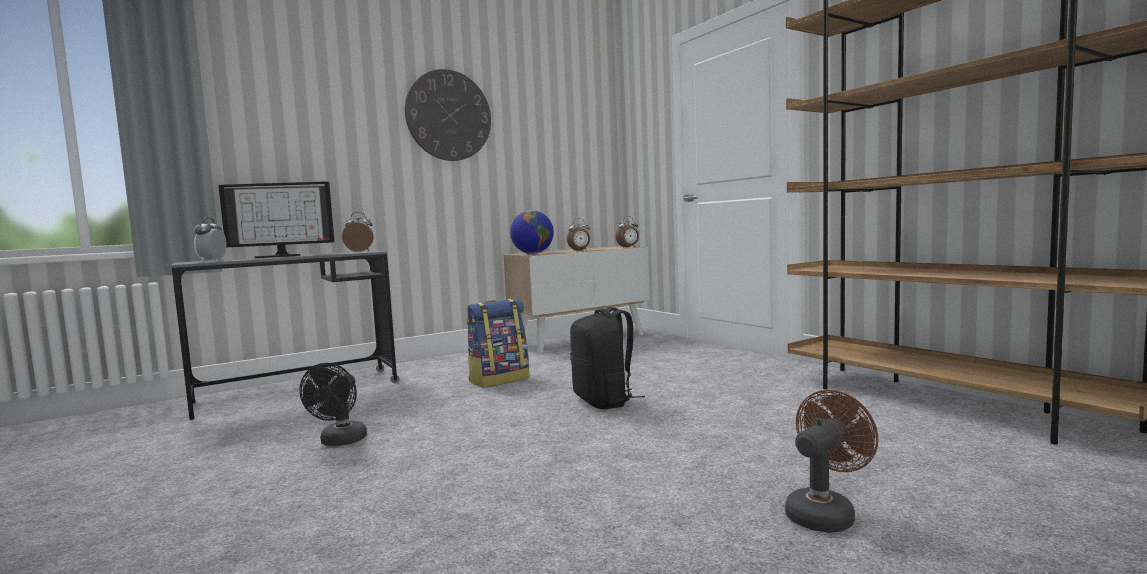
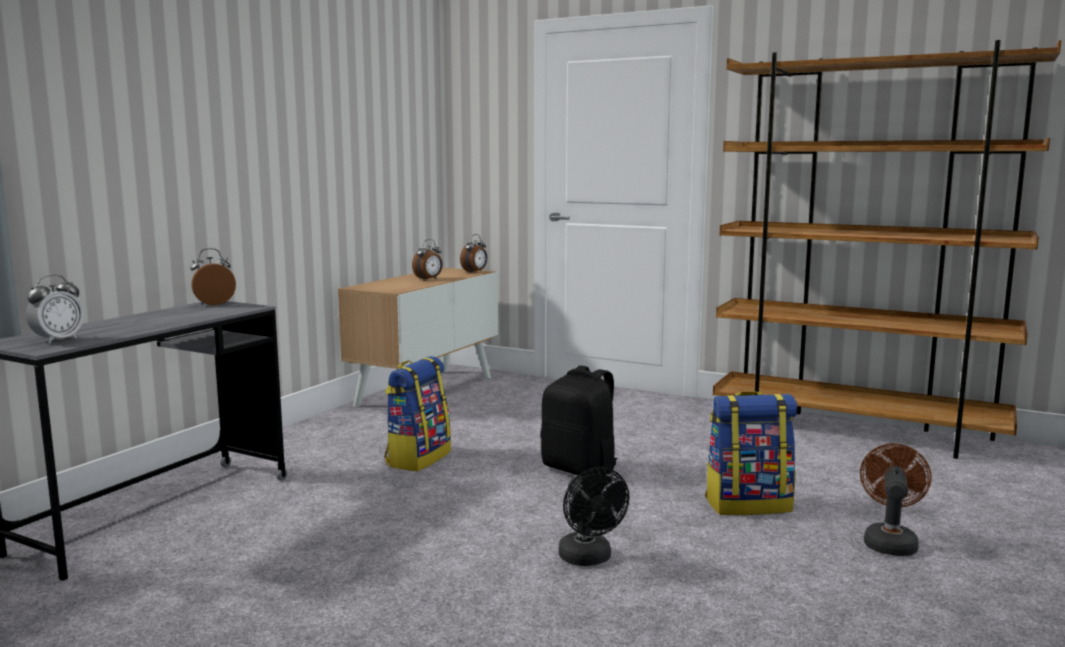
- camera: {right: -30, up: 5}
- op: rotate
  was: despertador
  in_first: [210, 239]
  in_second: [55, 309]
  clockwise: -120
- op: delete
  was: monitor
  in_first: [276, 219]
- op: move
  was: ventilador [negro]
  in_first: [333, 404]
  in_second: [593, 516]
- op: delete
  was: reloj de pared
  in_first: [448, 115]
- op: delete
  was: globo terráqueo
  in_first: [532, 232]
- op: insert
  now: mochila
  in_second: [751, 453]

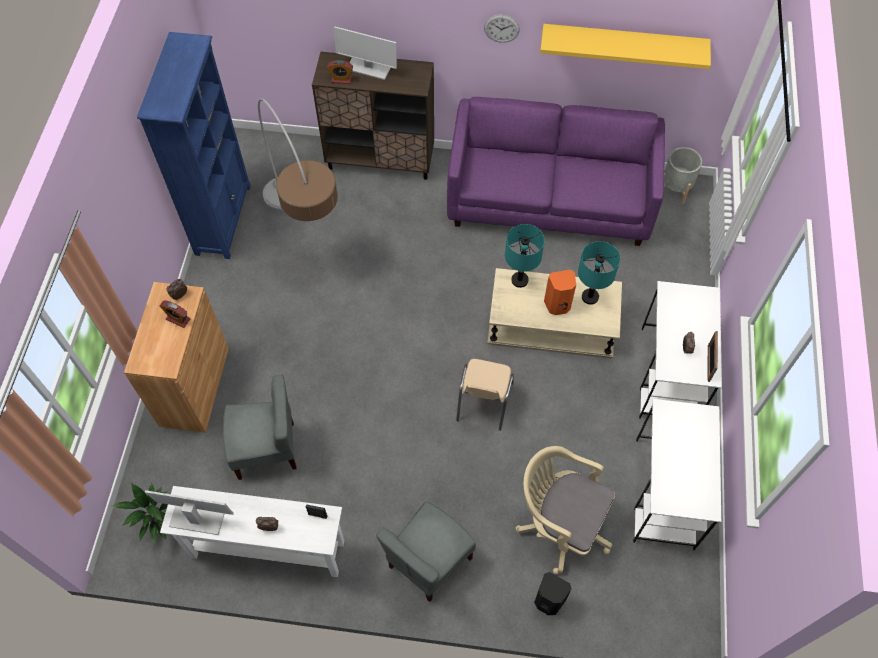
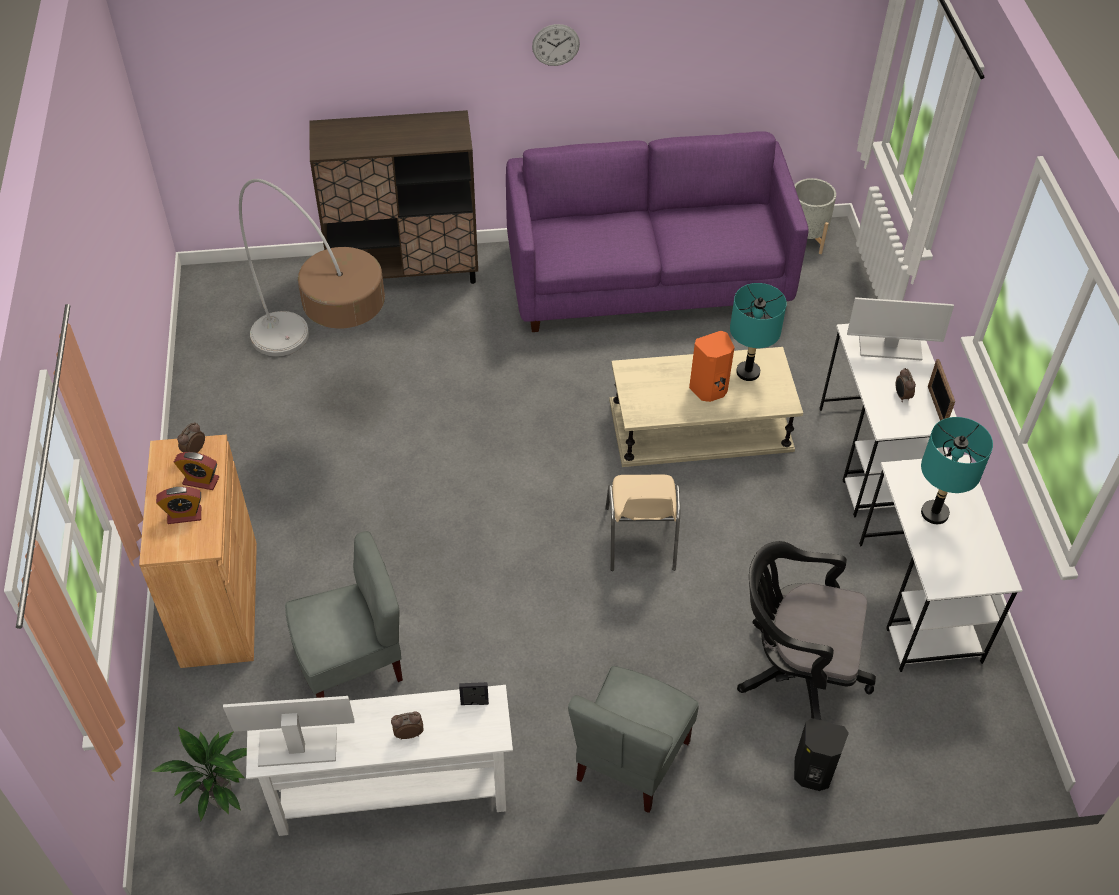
- camera: {right: -15, up: -10}
- op: delete
  was: estantería [azul]
  in_first: [194, 145]
- op: move
  was: despertador
  in_first: [340, 72]
  in_second: [178, 505]
- op: move
  was: monitor
  in_first: [365, 53]
  in_second: [900, 328]
- op: move
  was: lámpara de mesa [turquesa]
  in_first: [525, 256]
  in_second: [957, 470]
- op: recolor
  was: silla de oficina [beis]
  now: silla de oficina [negro]
  in_first: [565, 510]
  in_second: [806, 630]
- op: delete
  was: estante [amarillo]
  in_first: [625, 46]

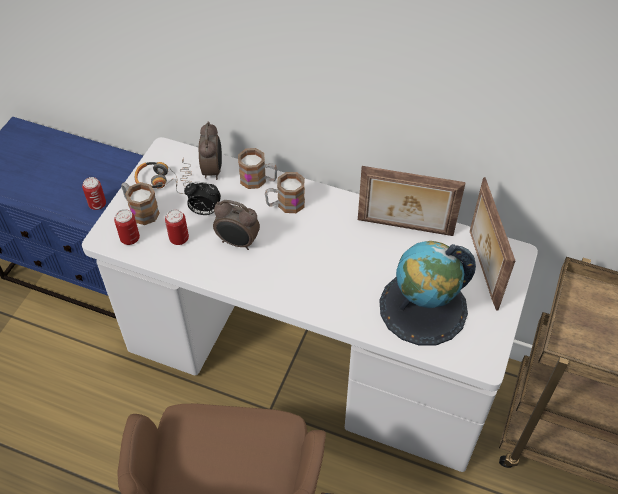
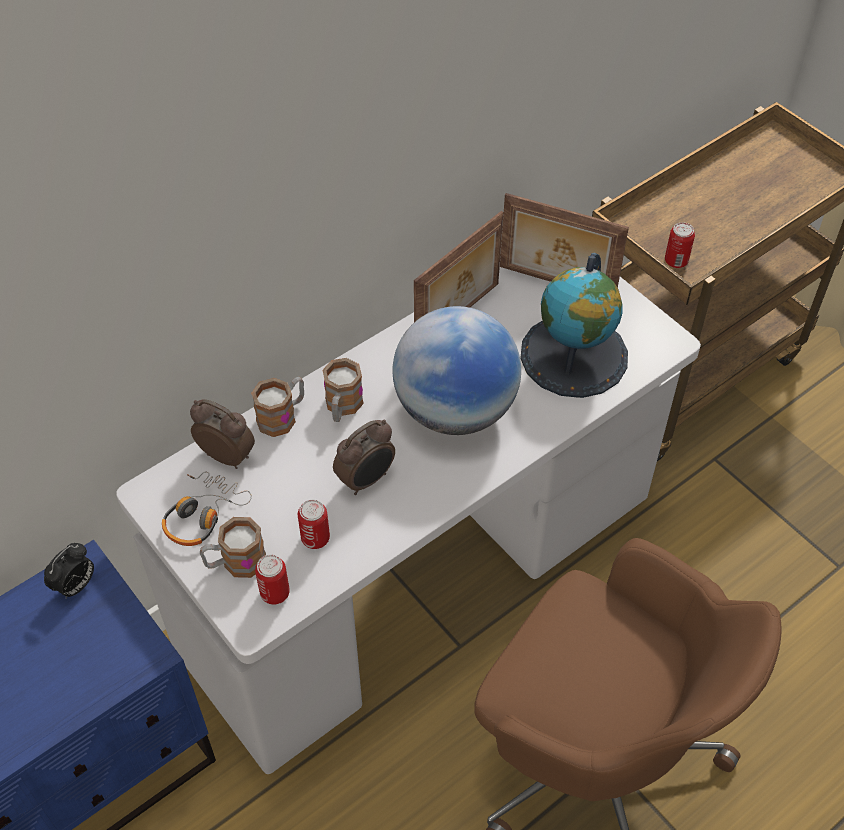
- camera: {right: -60, up: 0}
- op: move
  was: lata
  in_first: [94, 193]
  in_second: [680, 245]
- op: move
  was: despertador
  in_first: [202, 198]
  in_second: [69, 570]
- op: insert
  now: globo terráqueo
  in_second: [457, 370]

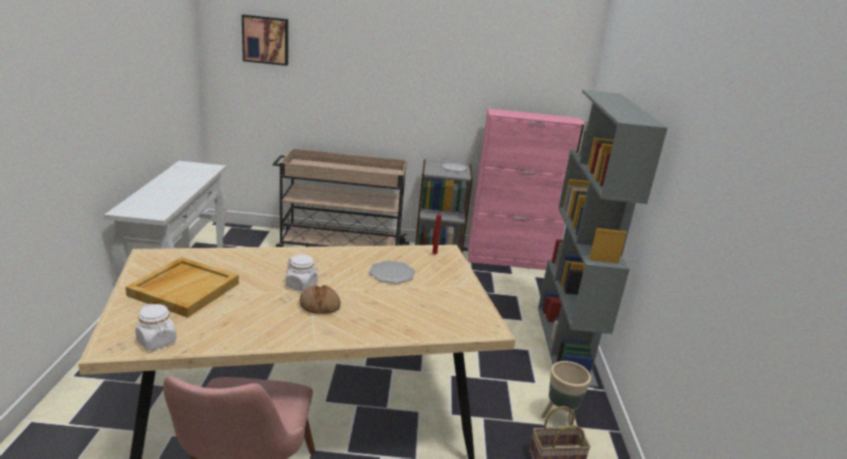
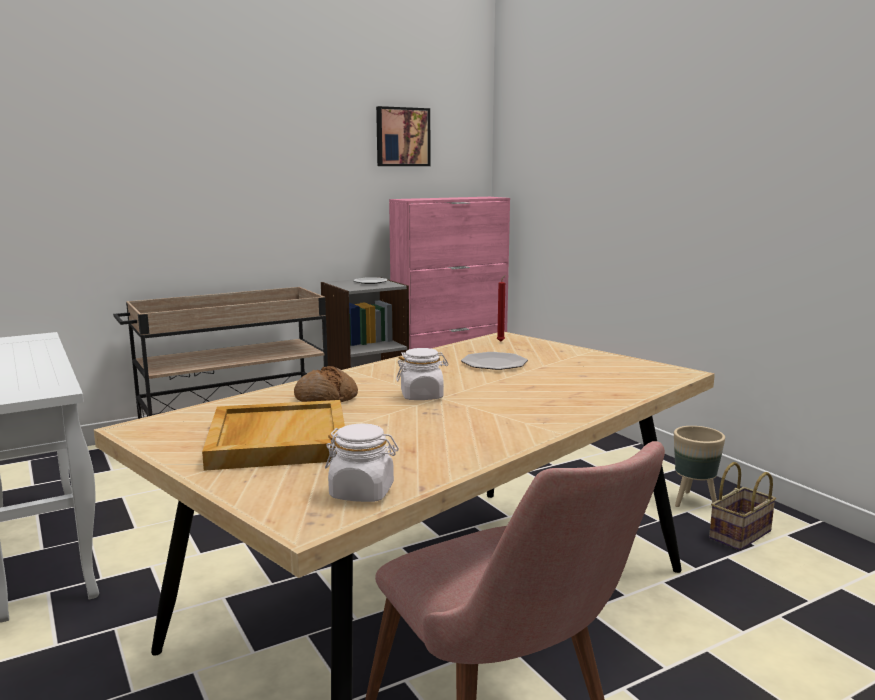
- camera: {right: -30, up: -10}
- op: move
  was: cuadro
  in_first: [265, 40]
  in_second: [403, 136]
- op: move
  was: pan
  in_first: [320, 299]
  in_second: [326, 384]
- op: delete
  was: estantería [gris]
  in_first: [603, 239]

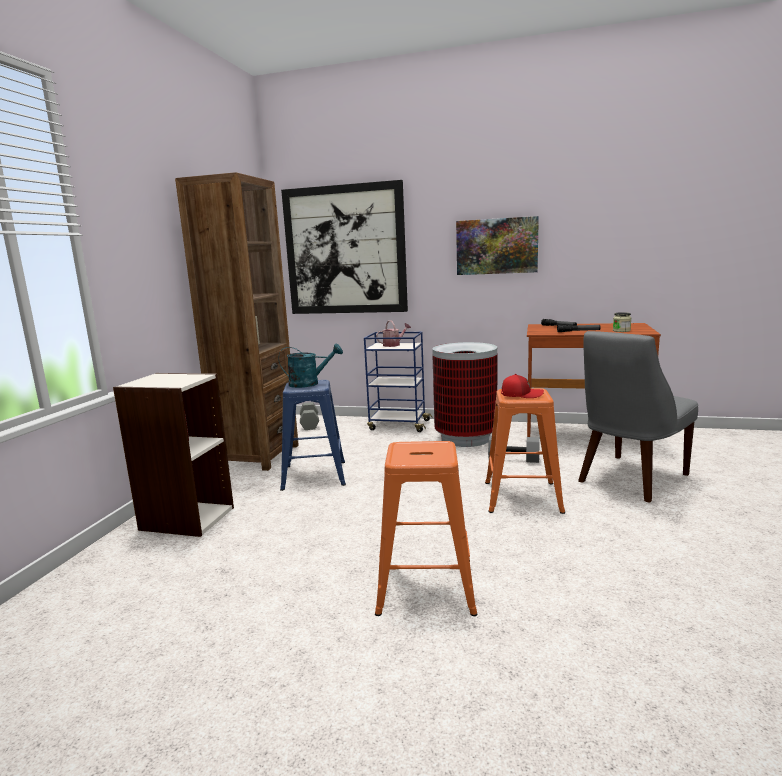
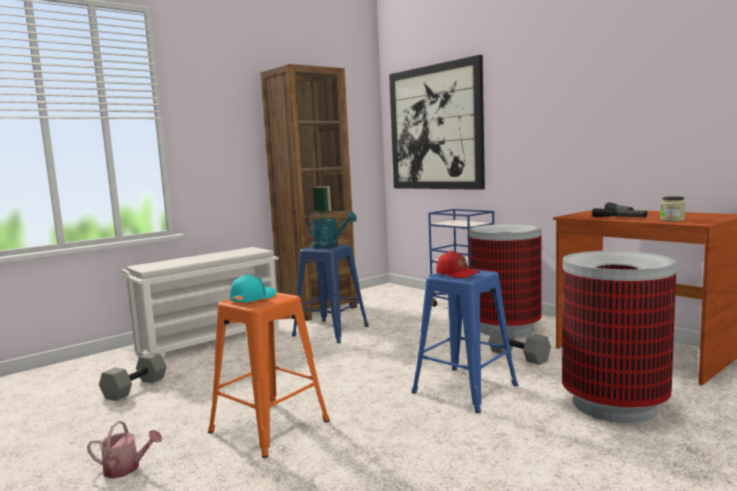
- camera: {right: 35, up: -5}
- op: replace
  was: estantería
  now: zapatero [blanco]
  in_first: [173, 455]
  in_second: [200, 302]
- op: move
  was: mancuerna [gris]
  in_first: [309, 416]
  in_second: [133, 376]
- op: move
  was: regadera
  in_first: [393, 333]
  in_second: [124, 449]
- op: delete
  was: cuadro
  in_first: [497, 245]
- op: recolor
  was: taburete [naranja]
  now: taburete [azul]
  in_first: [525, 451]
  in_second: [464, 341]
- op: replace
  was: silla [gris]
  now: papelera
  in_first: [638, 416]
  in_second: [619, 337]
- op: insert
  now: gorra [turquesa]
  in_second: [253, 288]

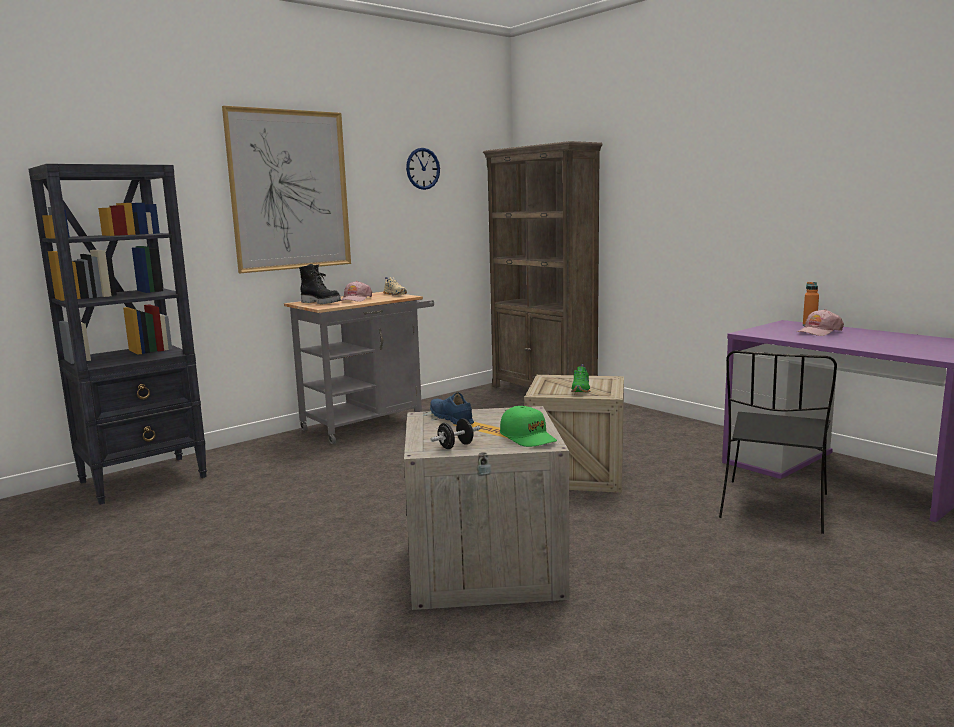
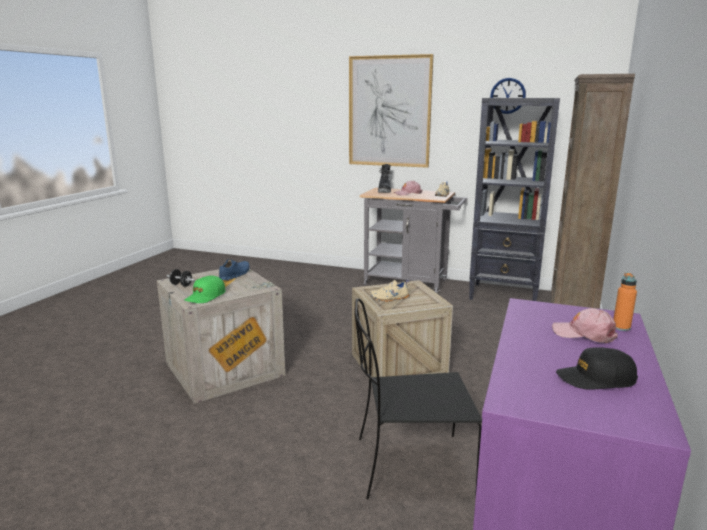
- camera: {right: 60, up: 5}
- op: move
  was: estantería [negro]
  in_first: [118, 334]
  in_second: [514, 199]
- op: recolor
  was: zapato [verde]
  now: zapato [beis]
  in_first: [580, 378]
  in_second: [389, 291]
- op: insert
  now: gorra [negro]
  in_second: [597, 369]

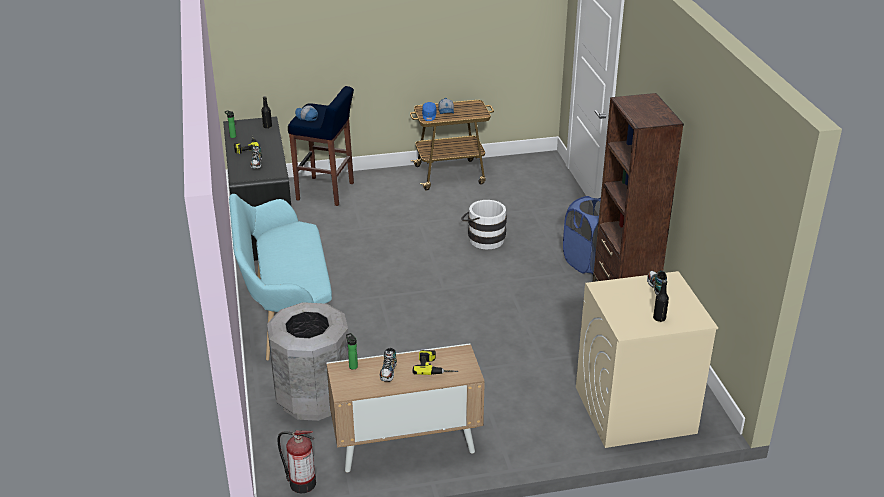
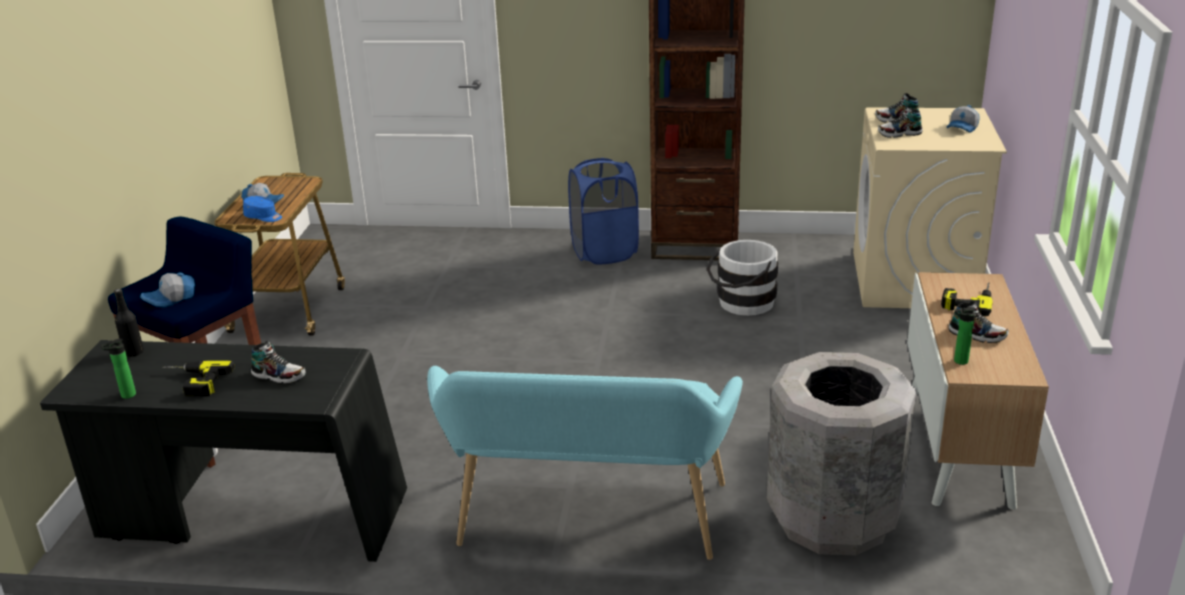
- camera: {right: -70, up: -5}
- op: delete
  was: extintor
  in_first: [297, 461]
- op: move
  was: cubo [blanco]
  in_first: [484, 224]
  in_second: [742, 278]
- op: replace
  was: botella [negro]
  now: gorra
  in_first: [661, 301]
  in_second: [963, 119]
- op: insert
  now: zapato
  in_second: [900, 122]

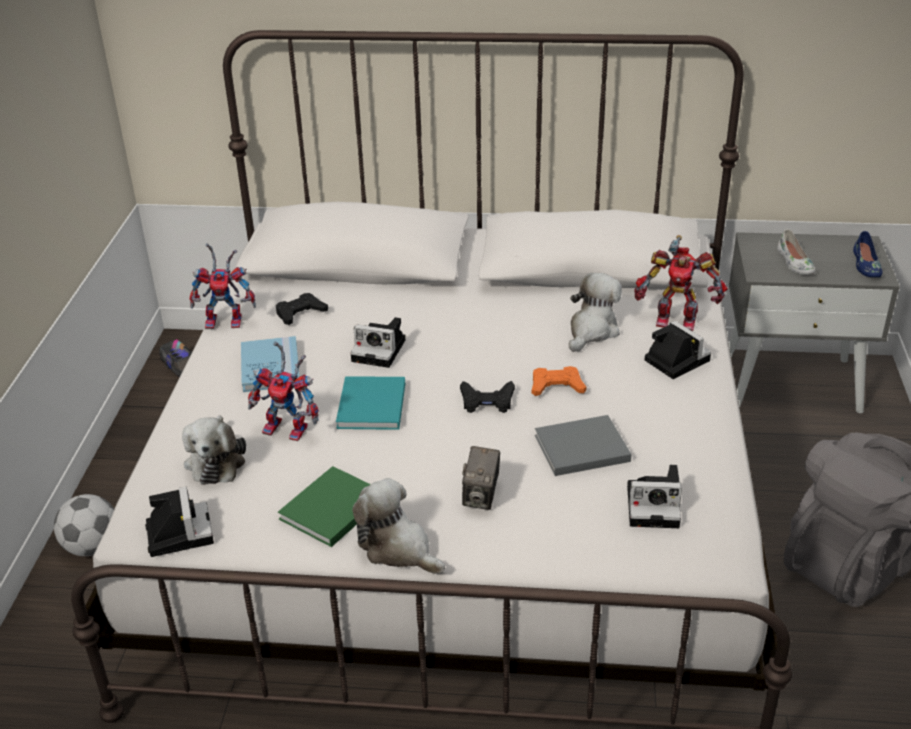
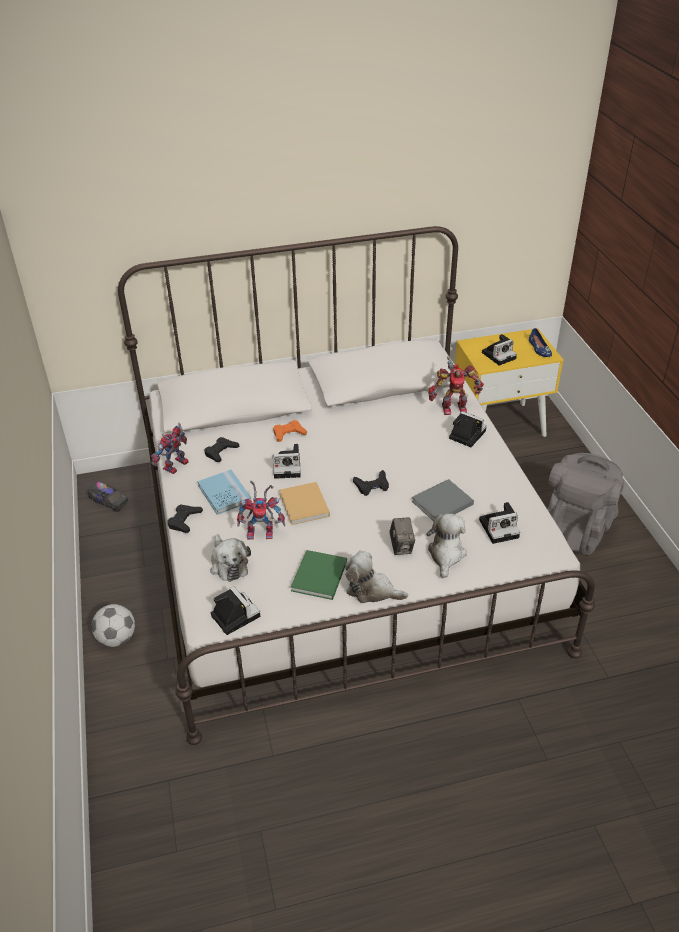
- camera: {right: -20, up: 5}
- op: rotate
  was: robot de juguete
  in_first: [223, 286]
  in_second: [170, 448]
  clockwise: 150
- op: recolor
  was: libro [turquesa]
  now: libro [beis]
  in_first: [370, 403]
  in_second: [304, 503]
- op: move
  was: mando de consola [naranja]
  in_first: [559, 381]
  in_second: [290, 431]
- op: move
  was: peluche
  in_first: [595, 312]
  in_second: [446, 545]
- op: recolor
  was: mesita de noche [gris]
  now: mesita de noche [amarillo]
  in_first: [814, 322]
  in_second: [509, 382]
- op: replace
  was: zapato [blanco]
  now: cámara
  in_first: [796, 252]
  in_second: [499, 350]
- op: insert
  now: mando de consola [negro]
  in_second: [185, 518]

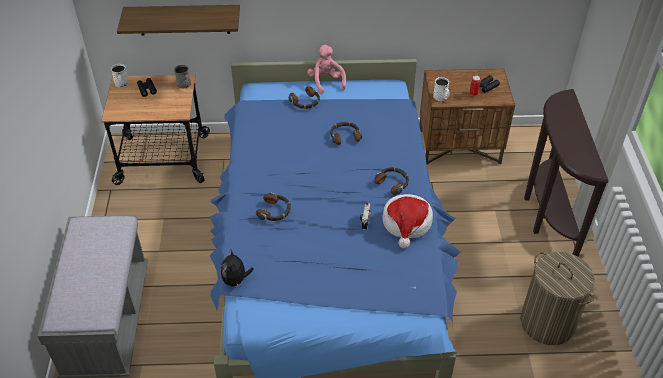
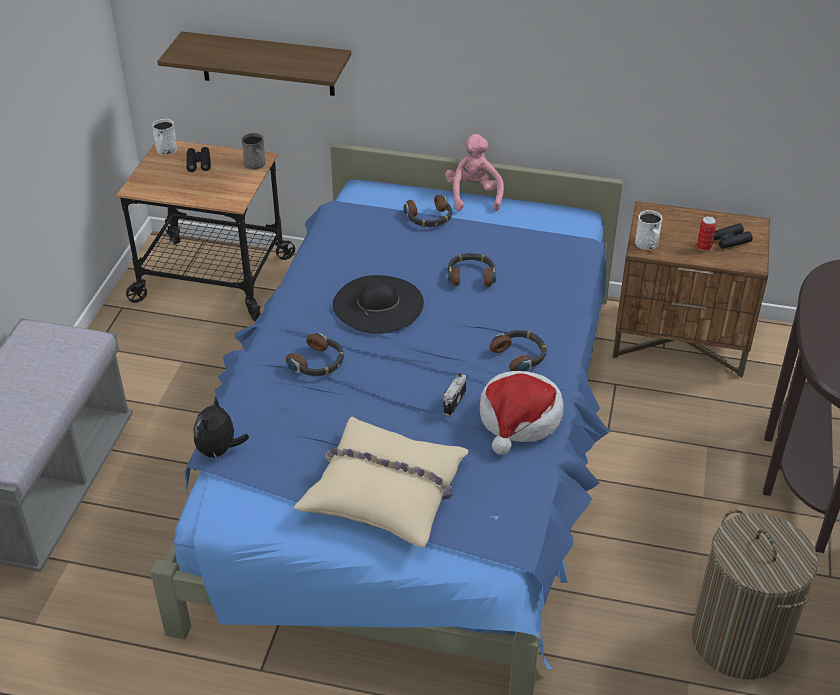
- camera: {right: 15, up: -5}
- op: insert
  now: cojín [beis]
  in_second: [381, 482]
- op: insert
  now: sombrero [negro]
  in_second: [378, 304]

